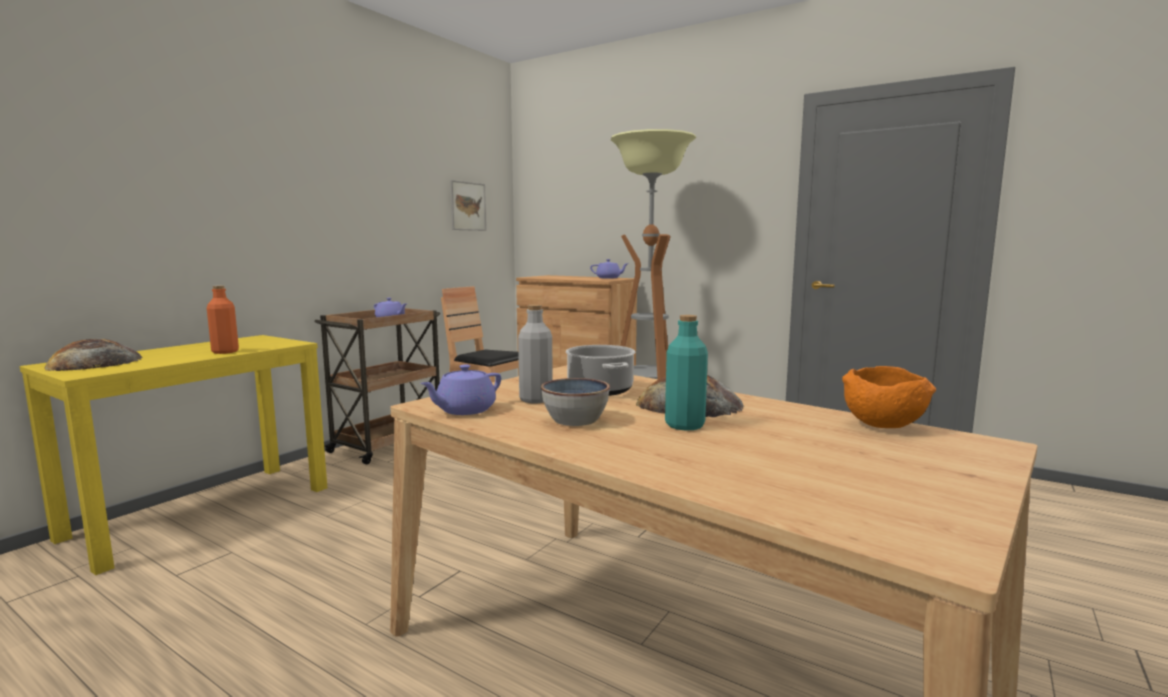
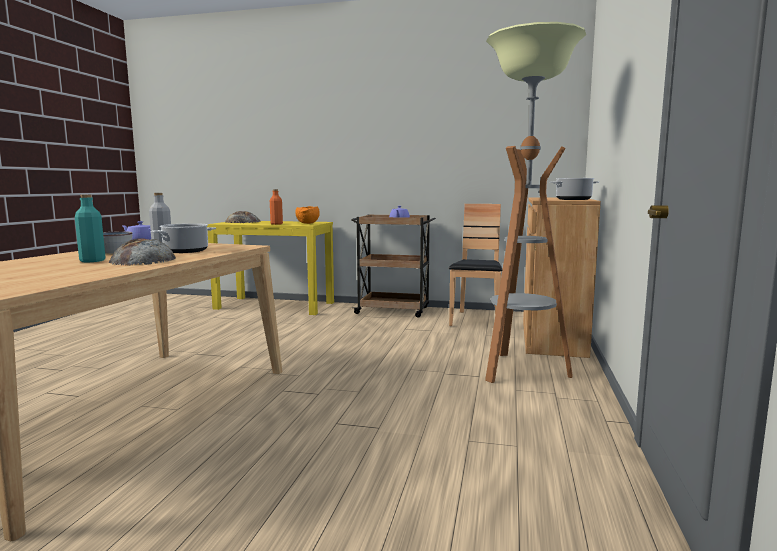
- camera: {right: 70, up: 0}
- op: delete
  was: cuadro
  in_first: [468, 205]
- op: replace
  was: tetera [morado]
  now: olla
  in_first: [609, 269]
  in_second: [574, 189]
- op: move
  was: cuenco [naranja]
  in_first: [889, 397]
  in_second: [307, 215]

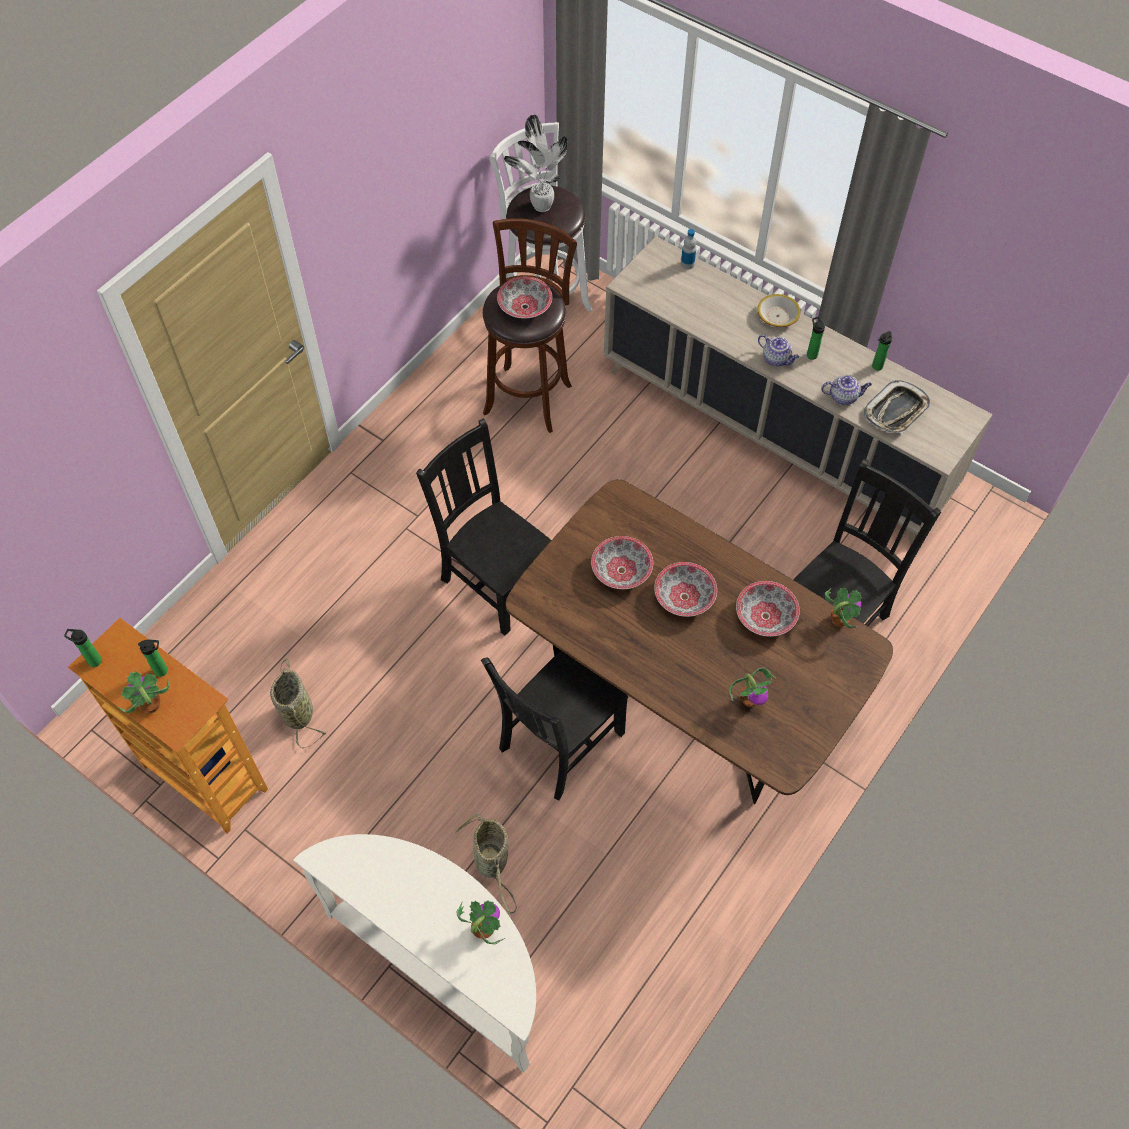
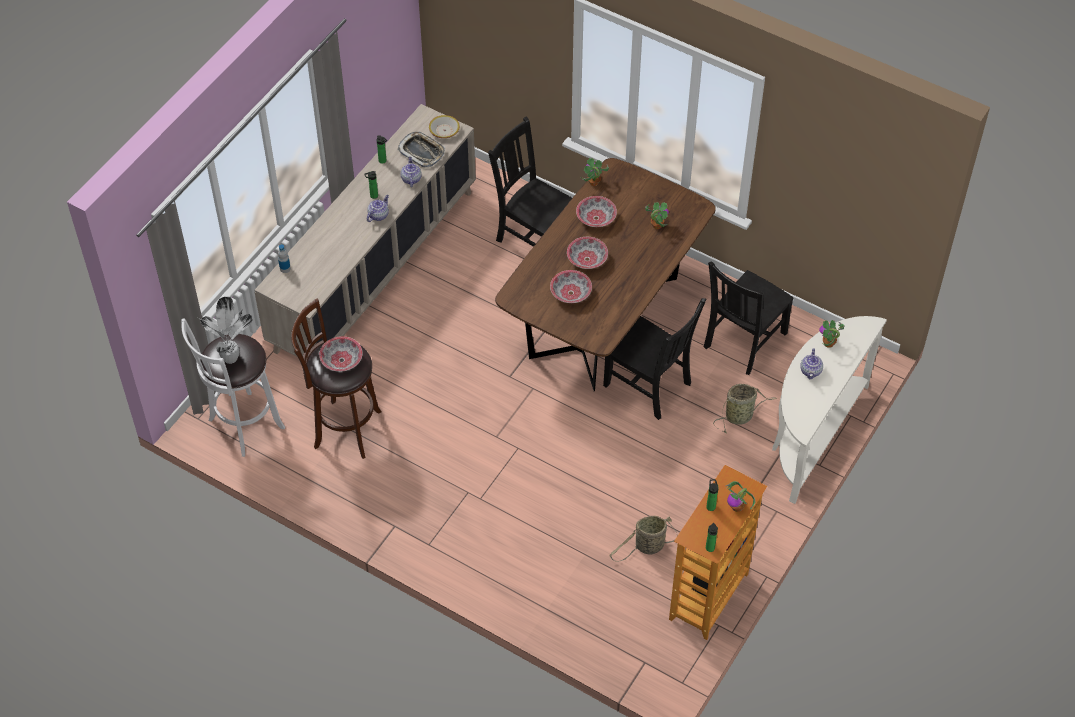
- camera: {right: -95, up: -5}
- op: move
  was: silla [negro]
  in_first: [483, 527]
  in_second: [749, 318]
- op: move
  was: cuenco
  in_first: [778, 310]
  in_second: [444, 126]
- op: insert
  now: tetera
  in_second: [811, 363]

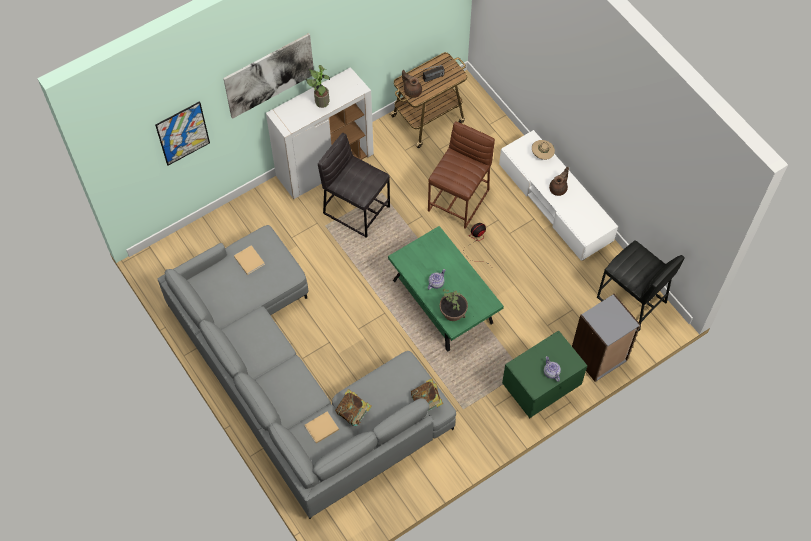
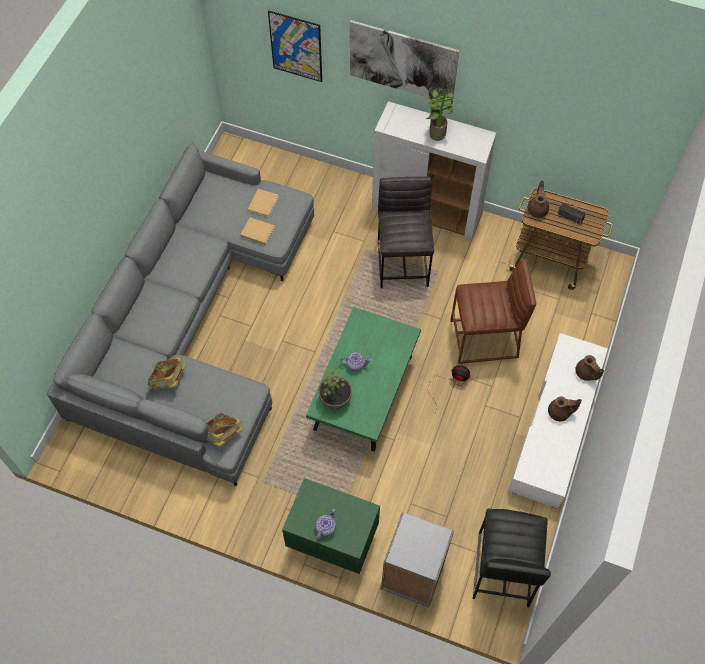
- camera: {right: 55, up: 0}
- op: move
  was: libro [beis]
  in_first: [322, 427]
  in_second: [257, 231]
- op: replace
  was: sombrero [beis]
  now: tetera [marrón]
  in_first: [543, 150]
  in_second: [589, 368]

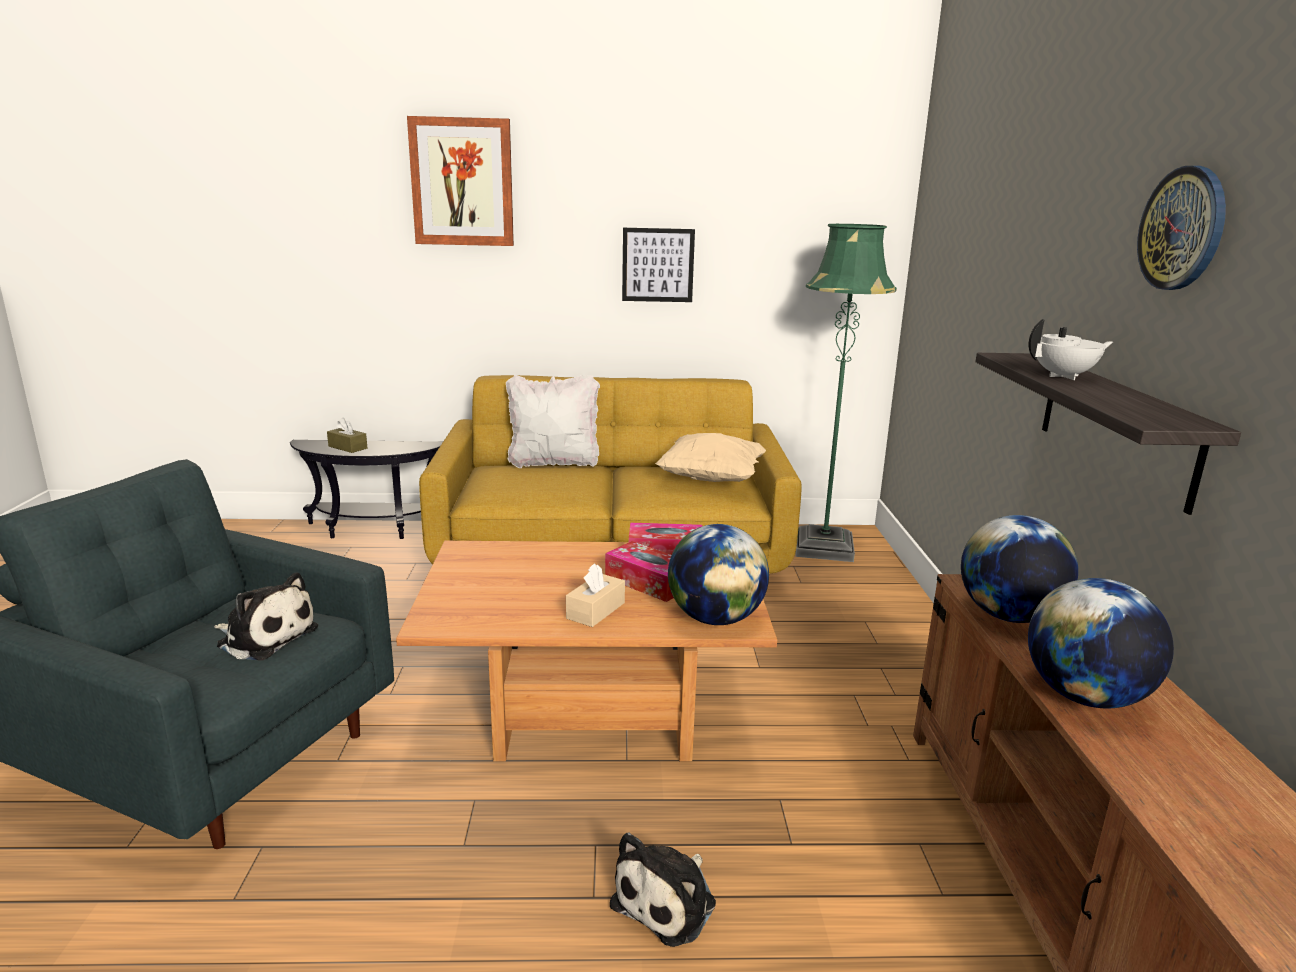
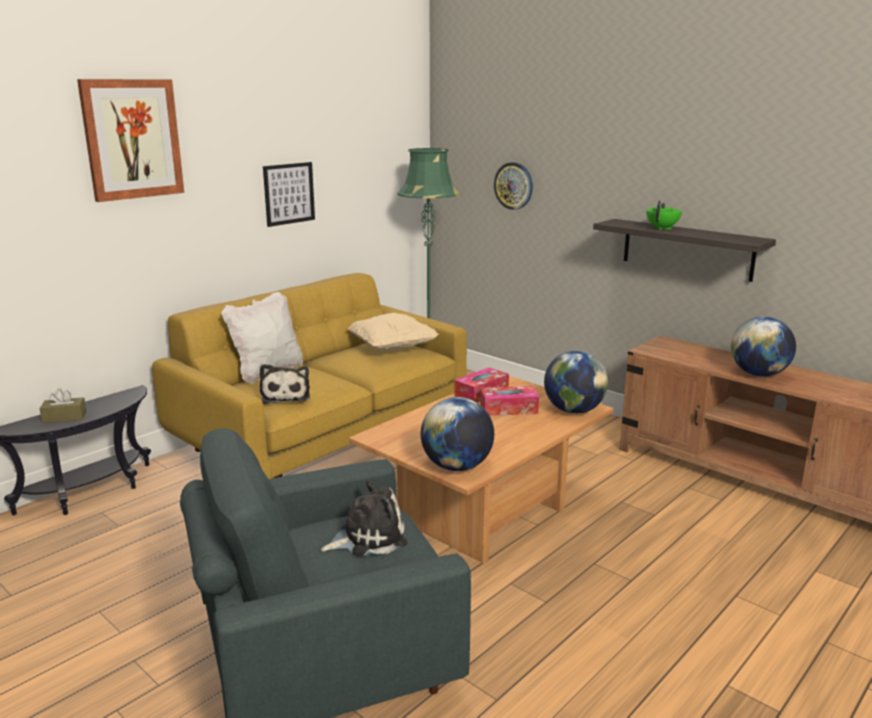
- camera: {right: -45, up: 0}
- op: delete
  was: caja de pañuelos [beis]
  in_first: [595, 595]
- op: move
  was: peluche
  in_first: [663, 889]
  in_second: [285, 384]
- op: move
  was: globo terráqueo
  in_first: [1019, 569]
  in_second: [457, 434]
- op: recolor
  was: tetera [blanco]
  now: tetera [verde]
  in_first: [1071, 349]
  in_second: [664, 215]
- op: move
  was: reloj de pared
  in_first: [1181, 228]
  in_second: [513, 186]

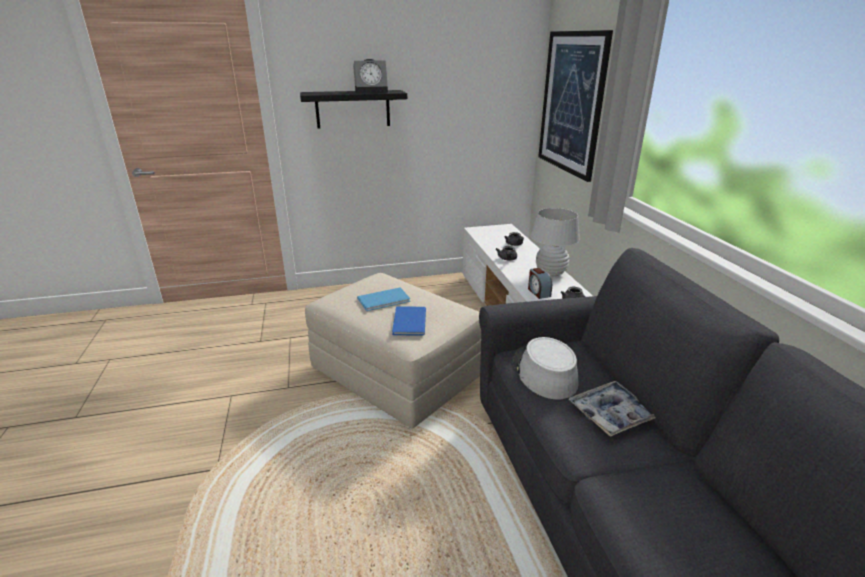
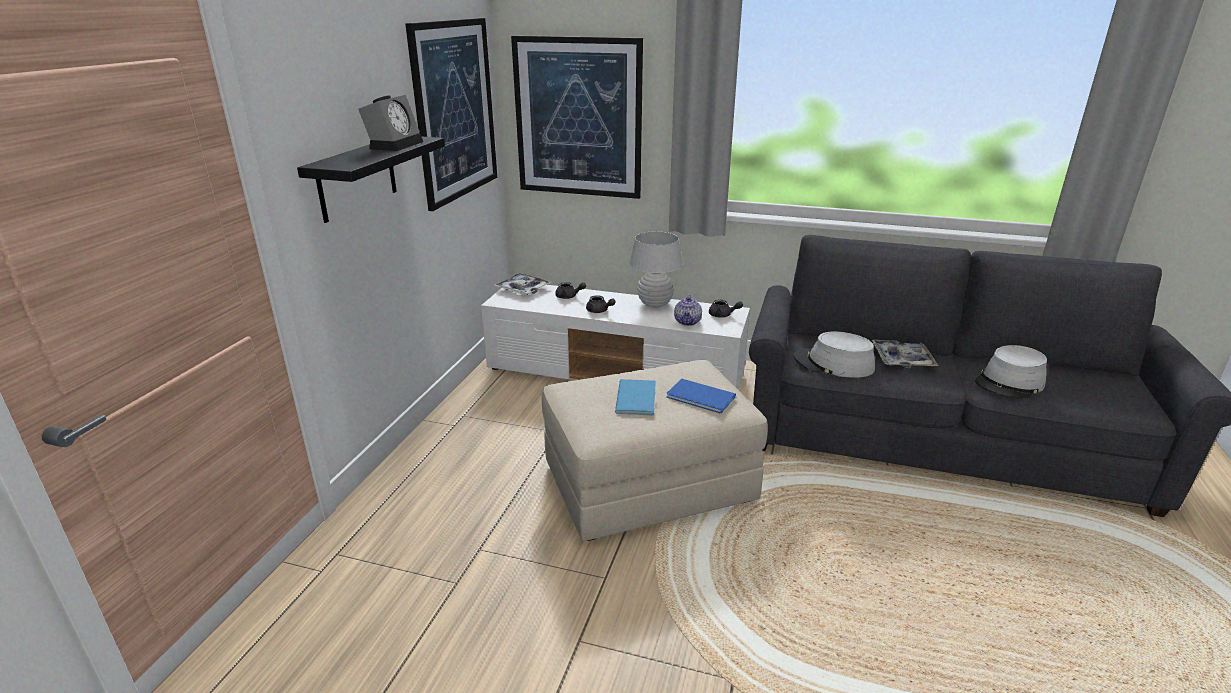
- camera: {right: -60, up: 0}
- op: replace
  was: despertador
  now: tetera
  in_first: [540, 283]
  in_second: [688, 310]
- op: insert
  now: cuadro
  in_second: [451, 114]
- op: insert
  now: bandeja
  in_second: [522, 284]
- op: insert
  now: sombrero [gris]
  in_second: [1011, 372]

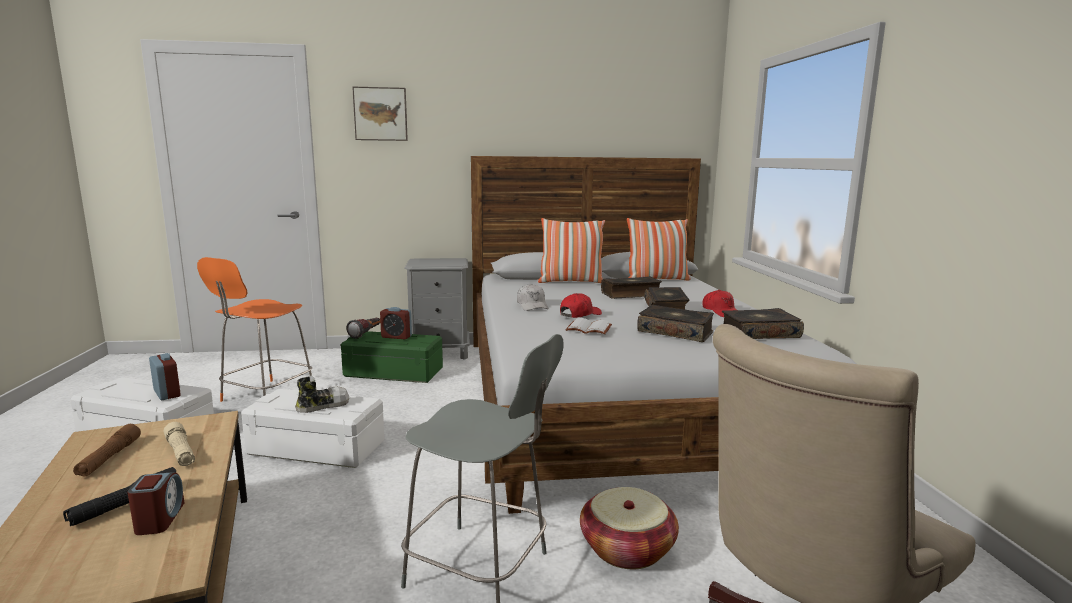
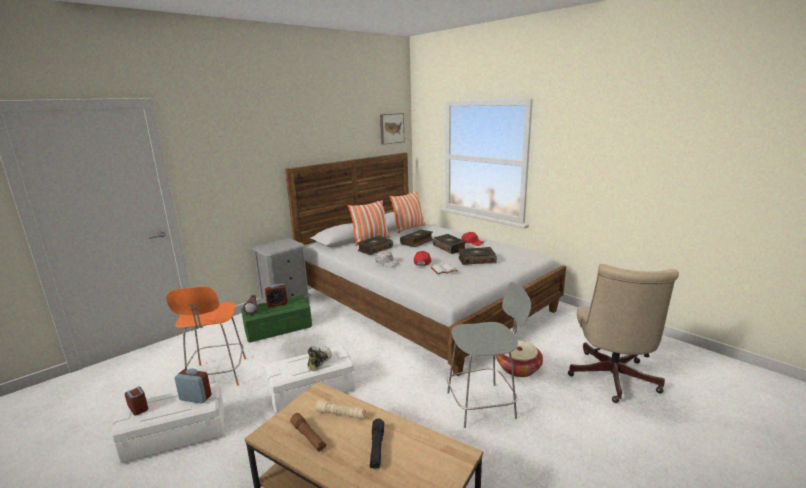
- camera: {right: -35, up: 5}
- op: move
  was: despertador
  in_first: [156, 503]
  in_second: [136, 400]
- op: move
  was: cuadro
  in_first: [380, 114]
  in_second: [392, 129]
- op: move
  was: libro
  in_first: [763, 323]
  in_second: [375, 245]

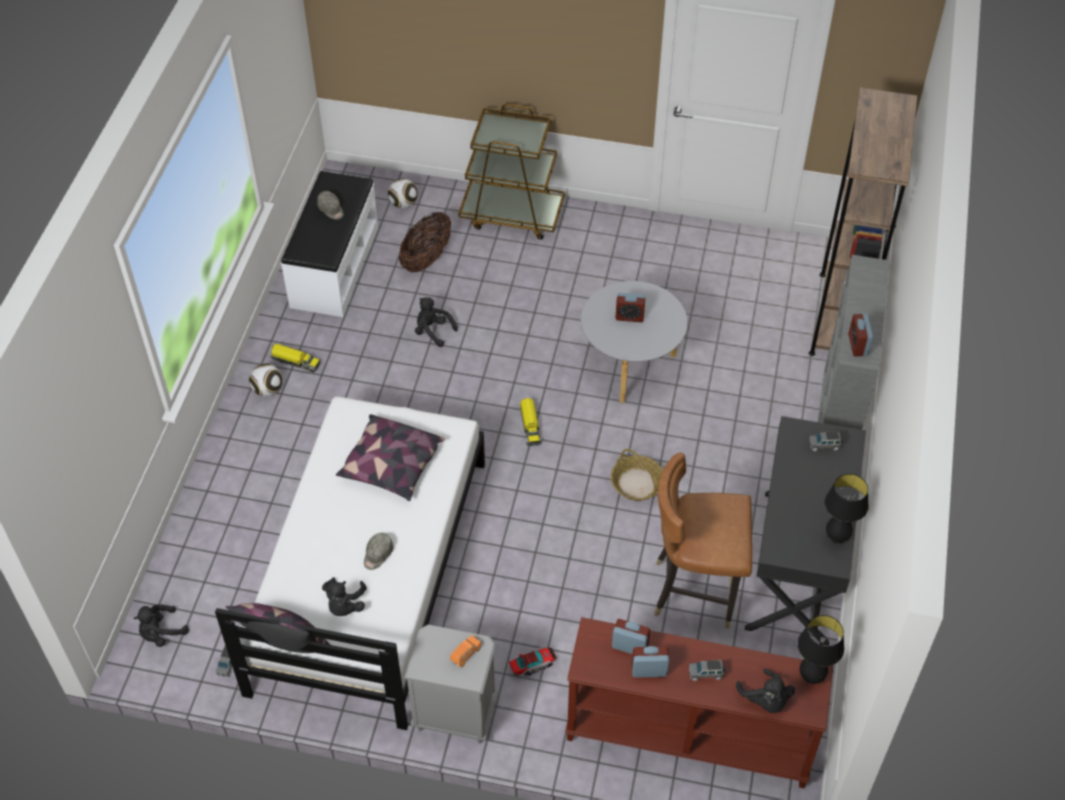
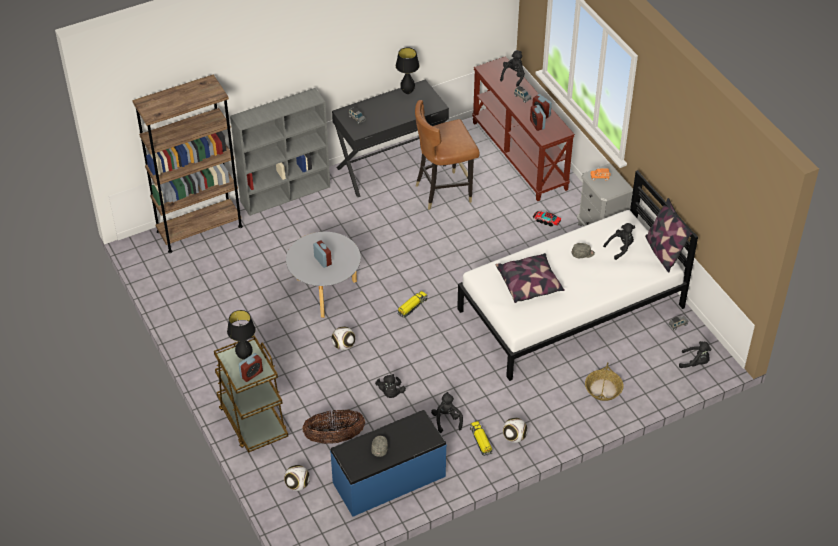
- camera: {right: -130, up: -5}
- op: recolor
  was: banco [blanco]
  now: banco [azul]
  in_first: [329, 244]
  in_second: [388, 463]
- op: move
  was: cesta
  in_first: [637, 475]
  in_second: [604, 381]
- op: rotate
  was: silla [marrón]
  in_first: [703, 540]
  in_second: [447, 155]
  clockwise: 105
- op: move
  was: lámpara de mesa [negro]
  in_first: [821, 649]
  in_second: [241, 335]
- op: move
  was: despertador
  in_first: [861, 335]
  in_second: [251, 367]
- op: insert
  now: balón de fútbol
  in_second: [343, 338]
- op: insert
  now: peluche [negro]
  in_second: [447, 412]

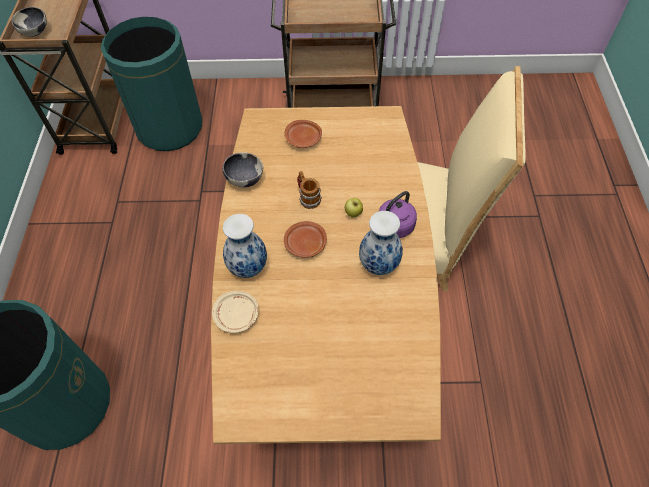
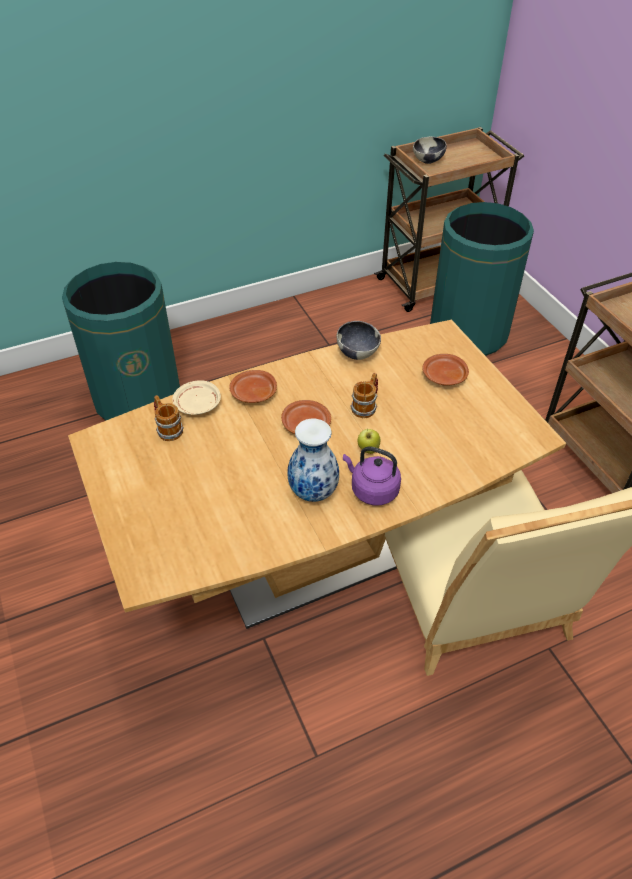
- camera: {right: 65, up: -10}
- op: replace
  was: florero
  now: plato [marrón]
  in_first: [245, 246]
  in_second: [253, 386]
- op: insert
  now: taza grande
  in_second: [169, 418]

